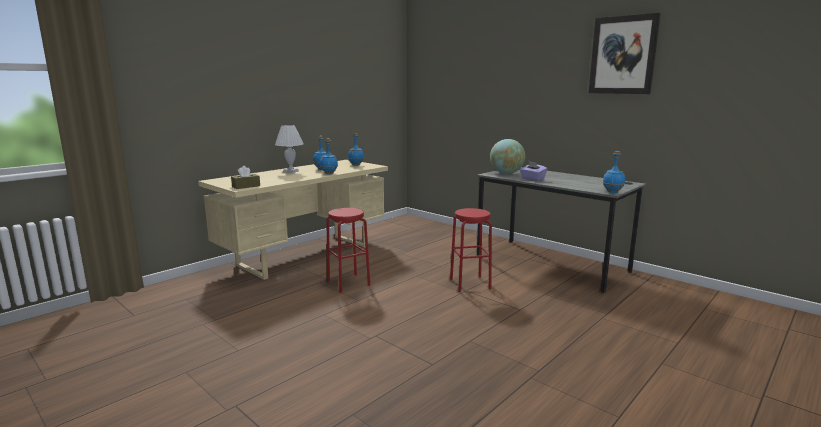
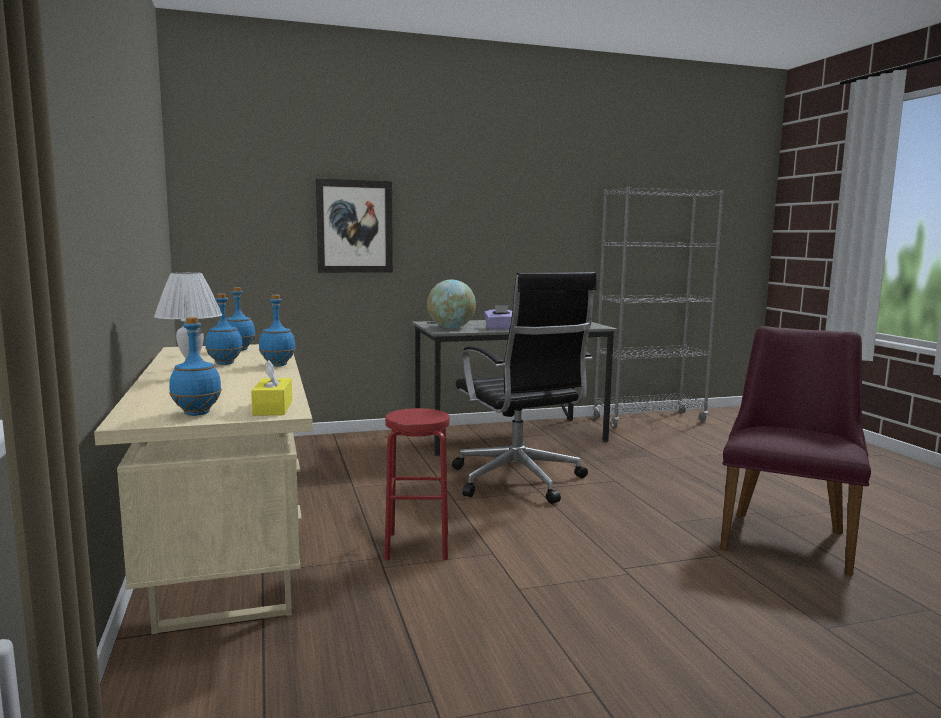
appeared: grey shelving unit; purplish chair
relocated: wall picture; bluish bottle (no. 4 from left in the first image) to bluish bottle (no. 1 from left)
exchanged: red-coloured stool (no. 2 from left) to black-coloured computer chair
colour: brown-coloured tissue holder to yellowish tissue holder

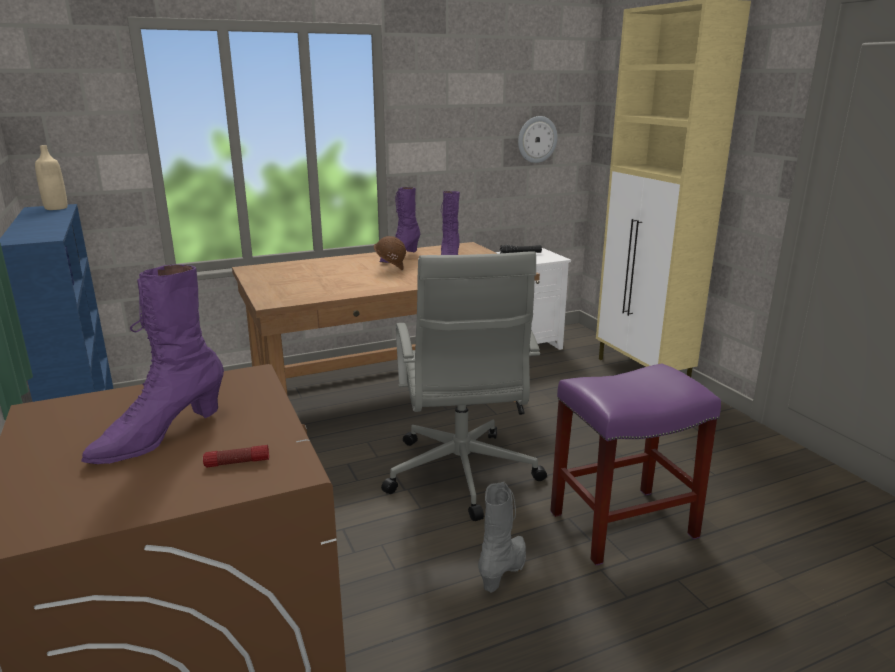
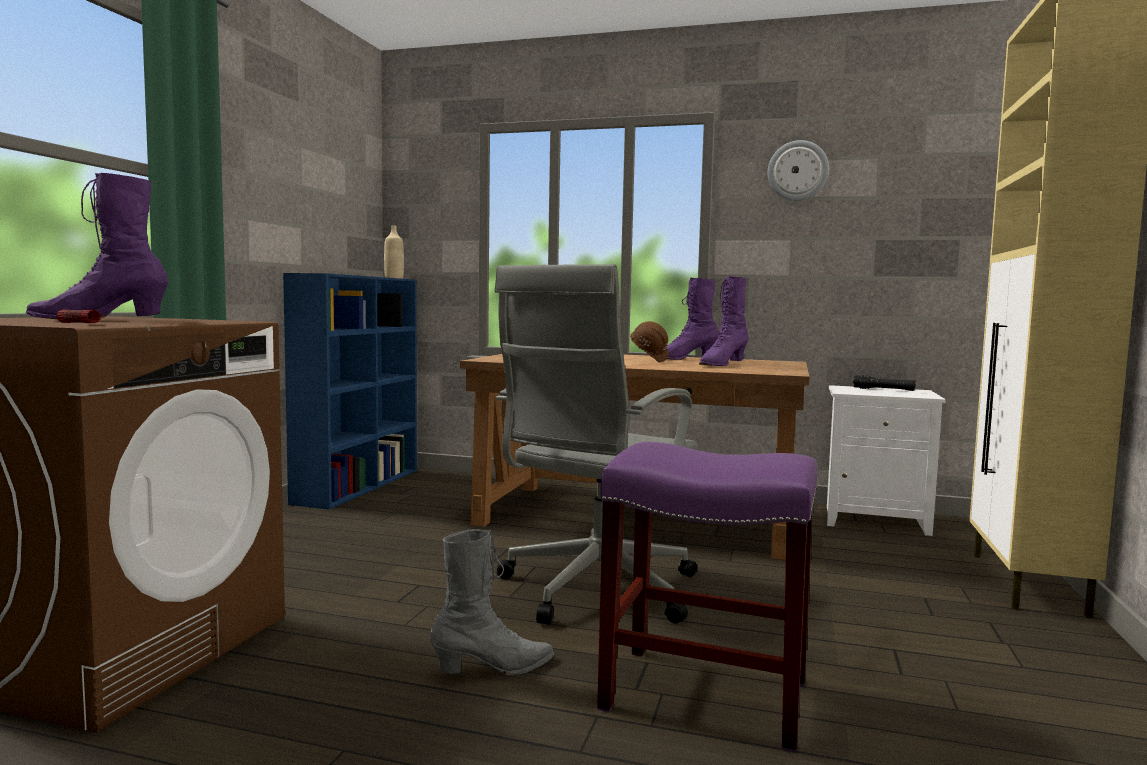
relocated: hanging clock

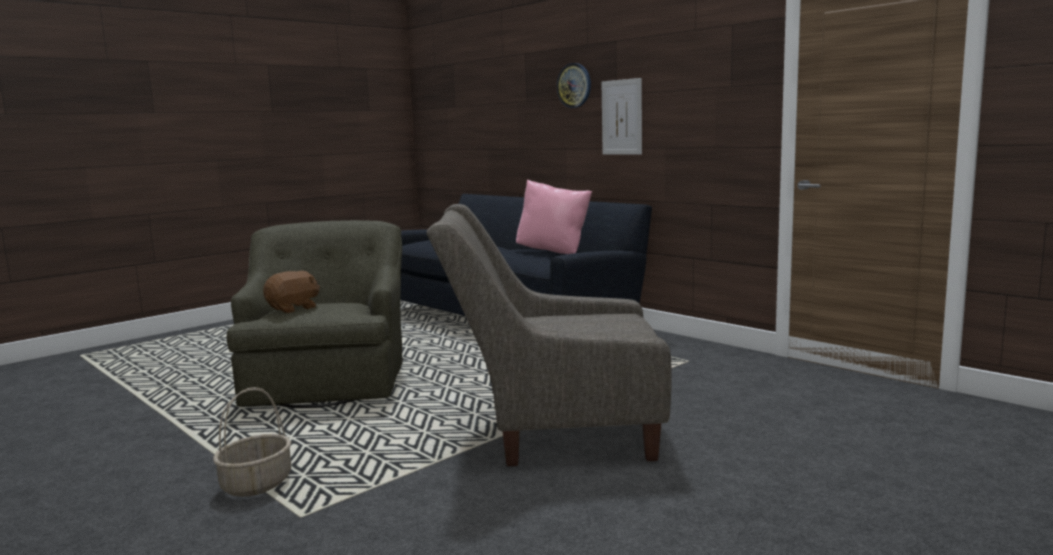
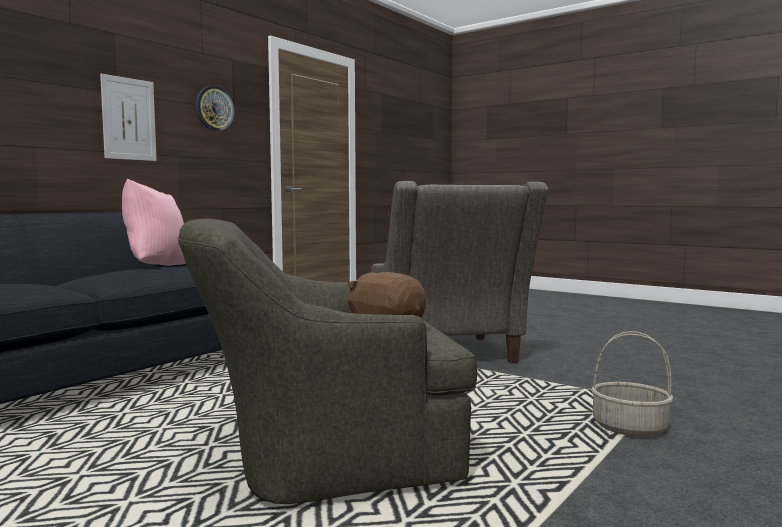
relocated: hanging clock

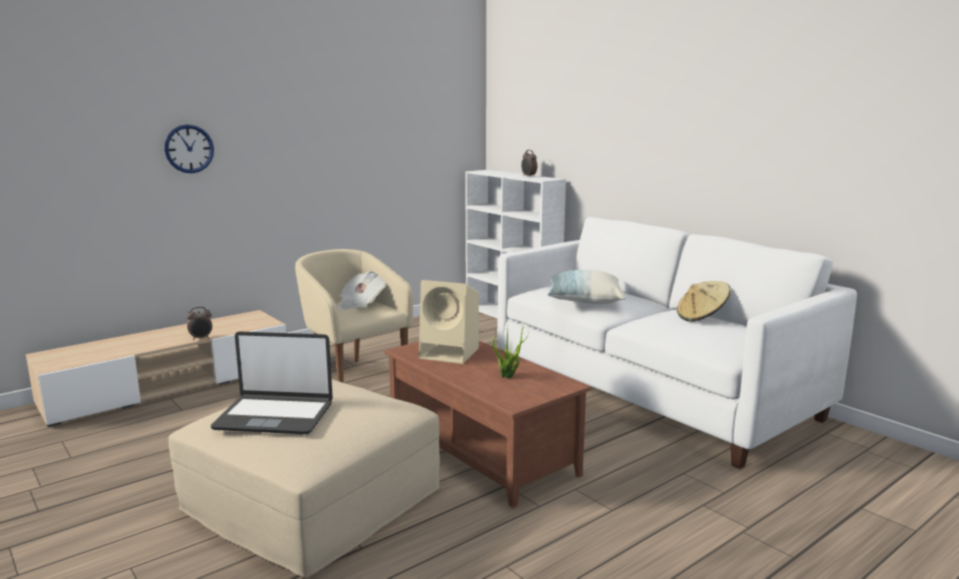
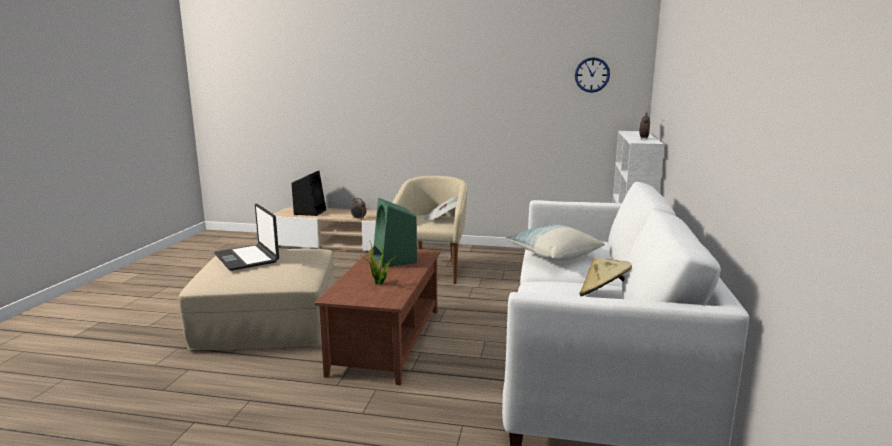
appeared: black-coloured loudspeaker
relocated: hanging clock
colour: sand-coloured loudspeaker to greenish loudspeaker

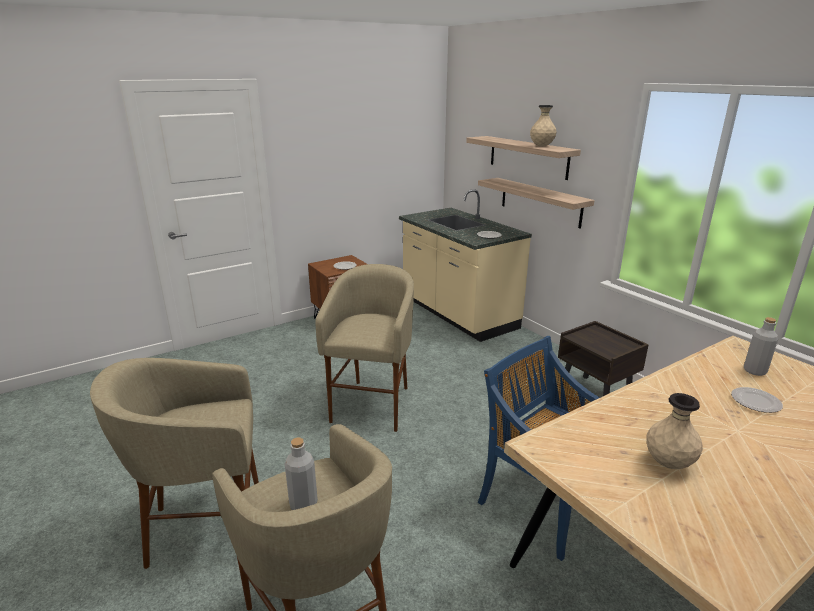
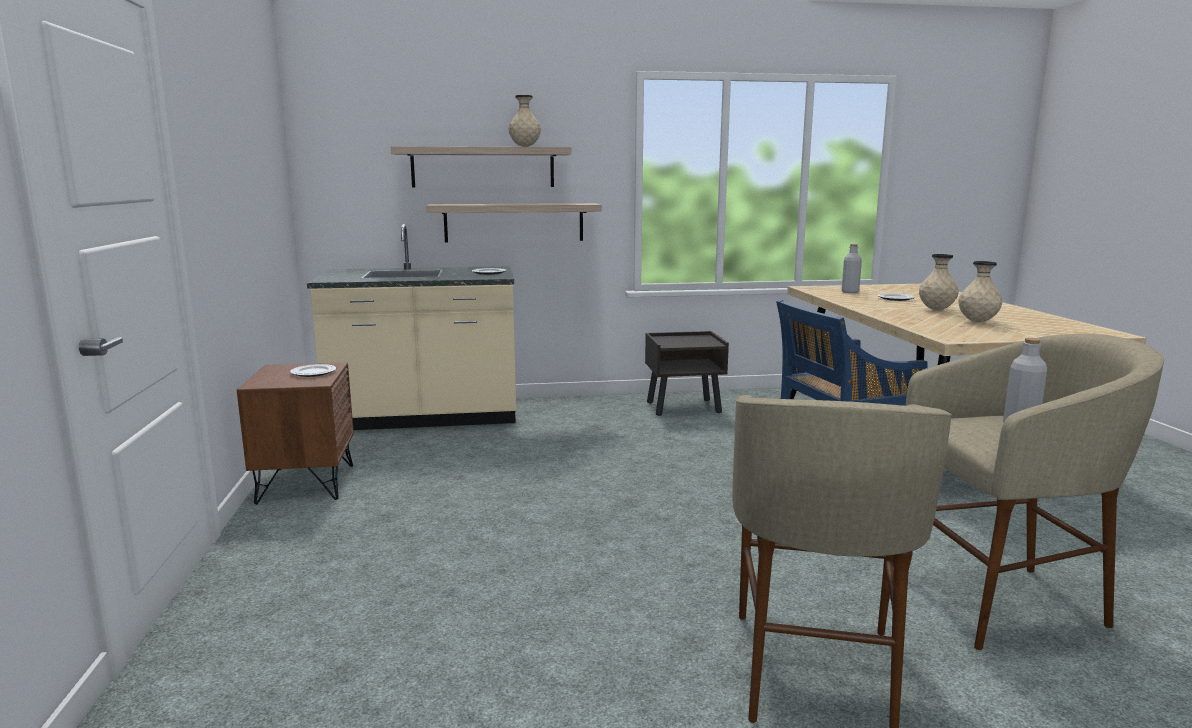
missing: sand-coloured stool (no. 3 from left)
appeared: sand-coloured decorative vase (no. 2 from left)

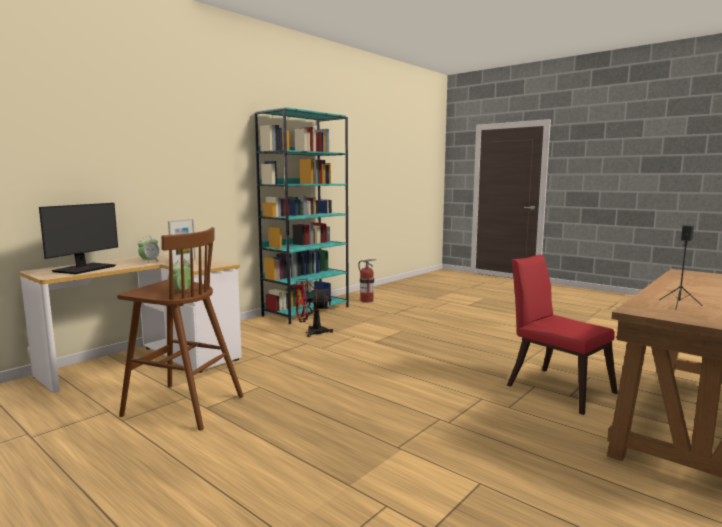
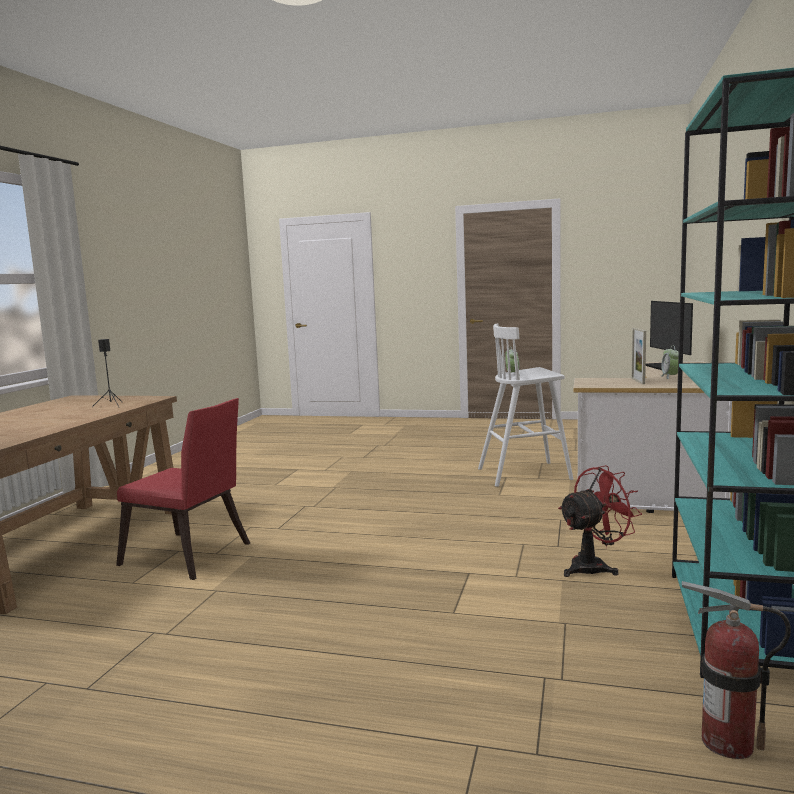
colour: brown-coloured stool to whitish stool

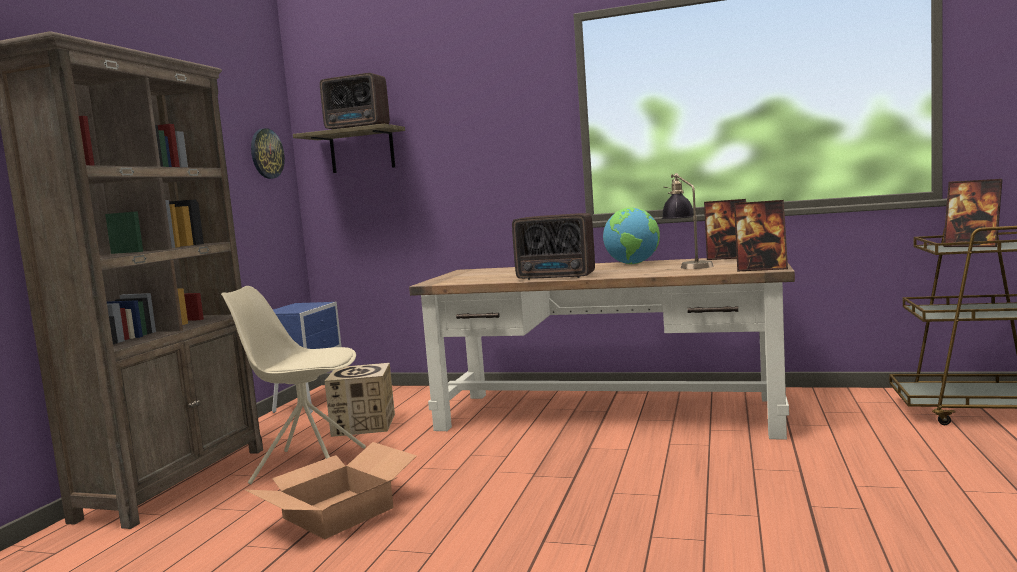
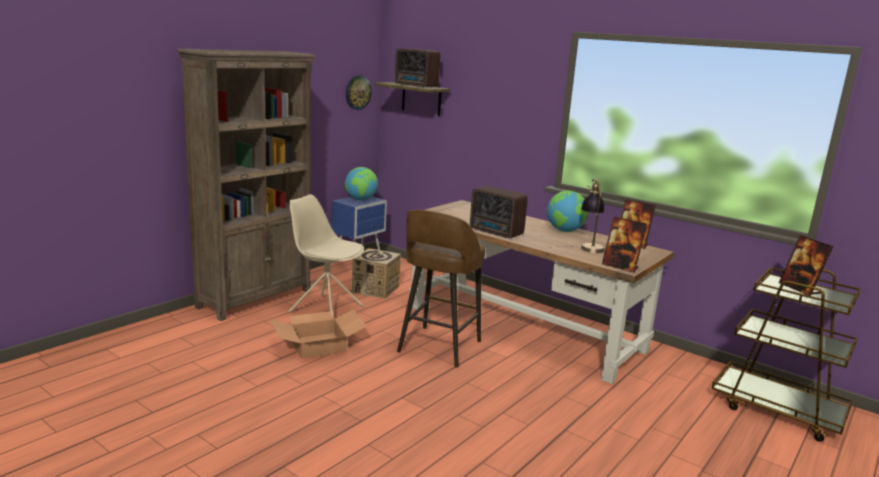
appeared: globe (no. 1 from left); brown-coloured stool

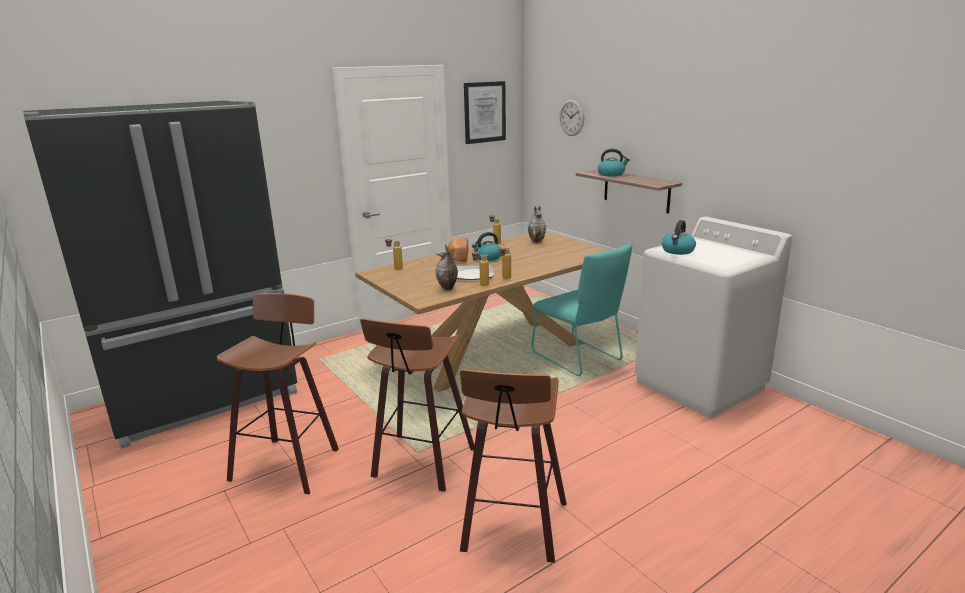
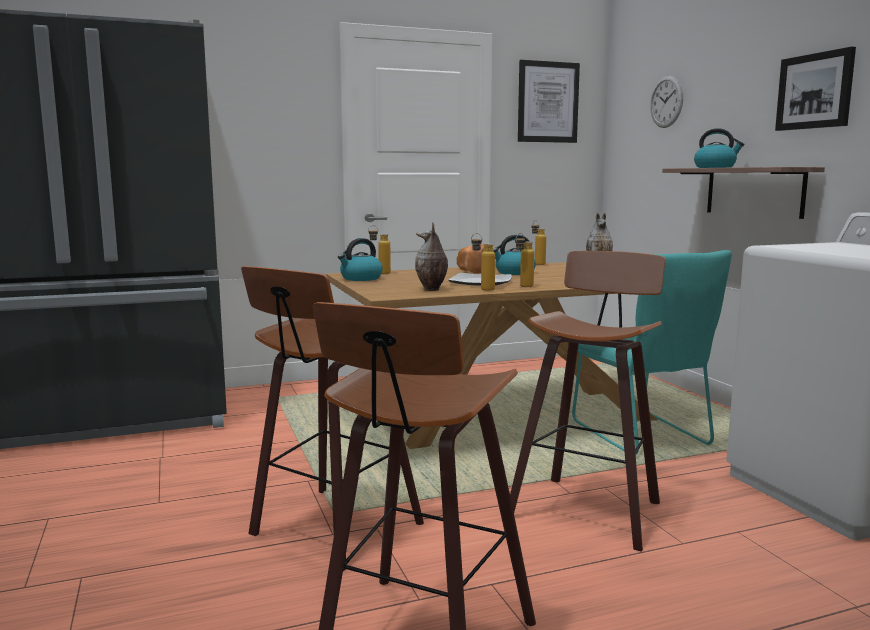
appeared: wall picture (no. 2 from left)
relocated: stool (no. 1 from left in the first image) to stool (no. 3 from left); water kettle (no. 3 from left in the first image) to water kettle (no. 1 from left)

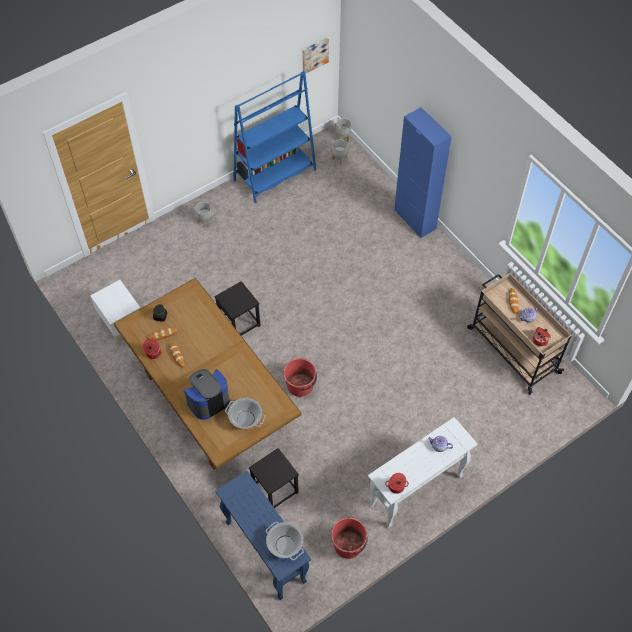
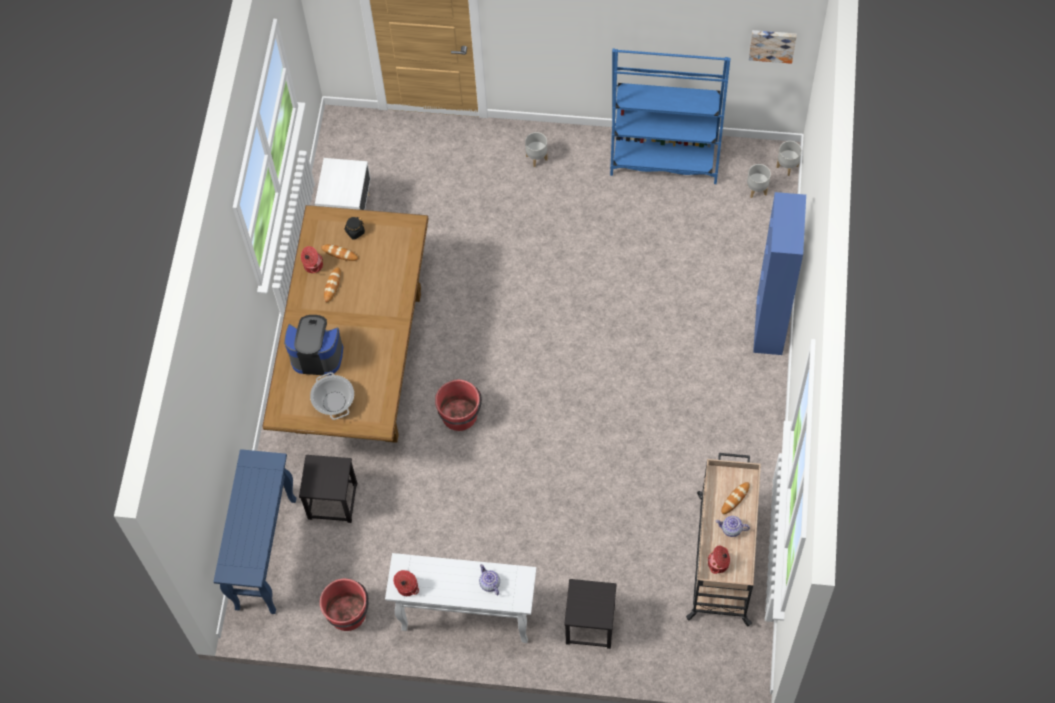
missing: saucepot (no. 3 from left)
relocated: black-coloured stool (no. 1 from left in the first image) to black-coloured stool (no. 2 from left)

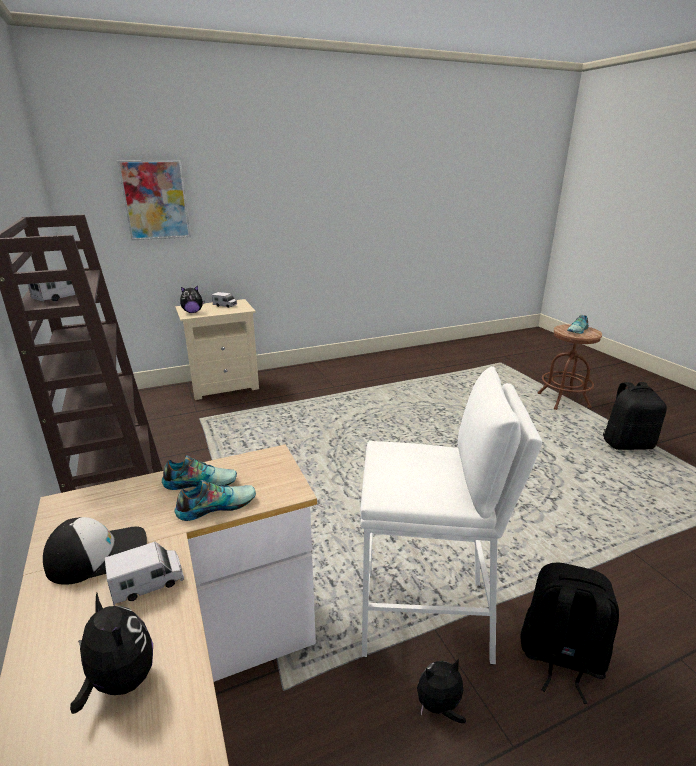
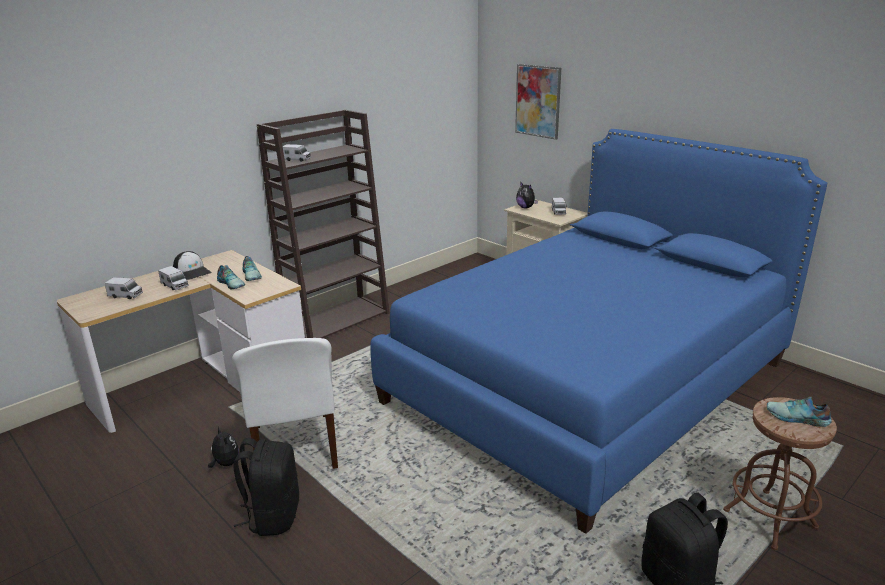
appeared: bluish bedroom bed
exchanged: soft toy (no. 1 from left) to toy truck (no. 1 from left); whitish stool to whitish chair

